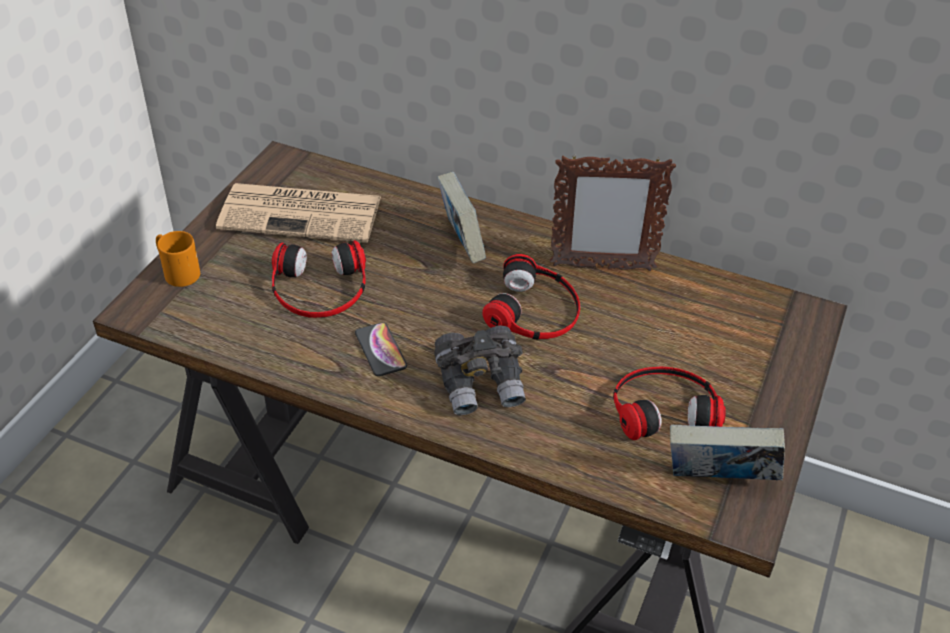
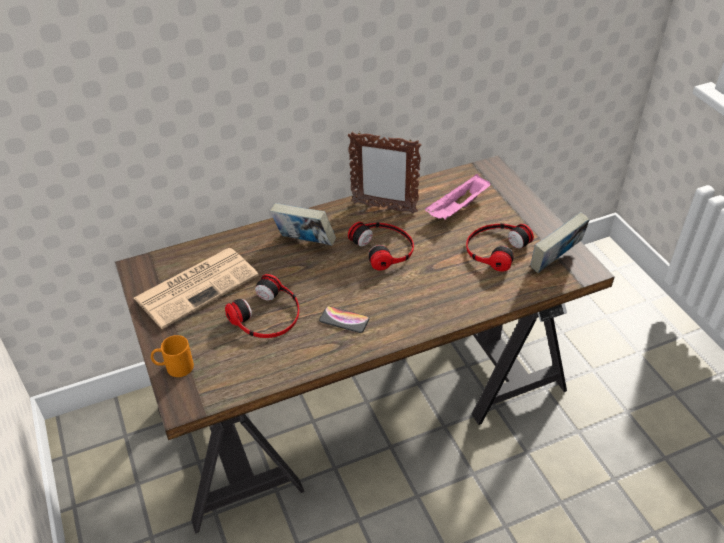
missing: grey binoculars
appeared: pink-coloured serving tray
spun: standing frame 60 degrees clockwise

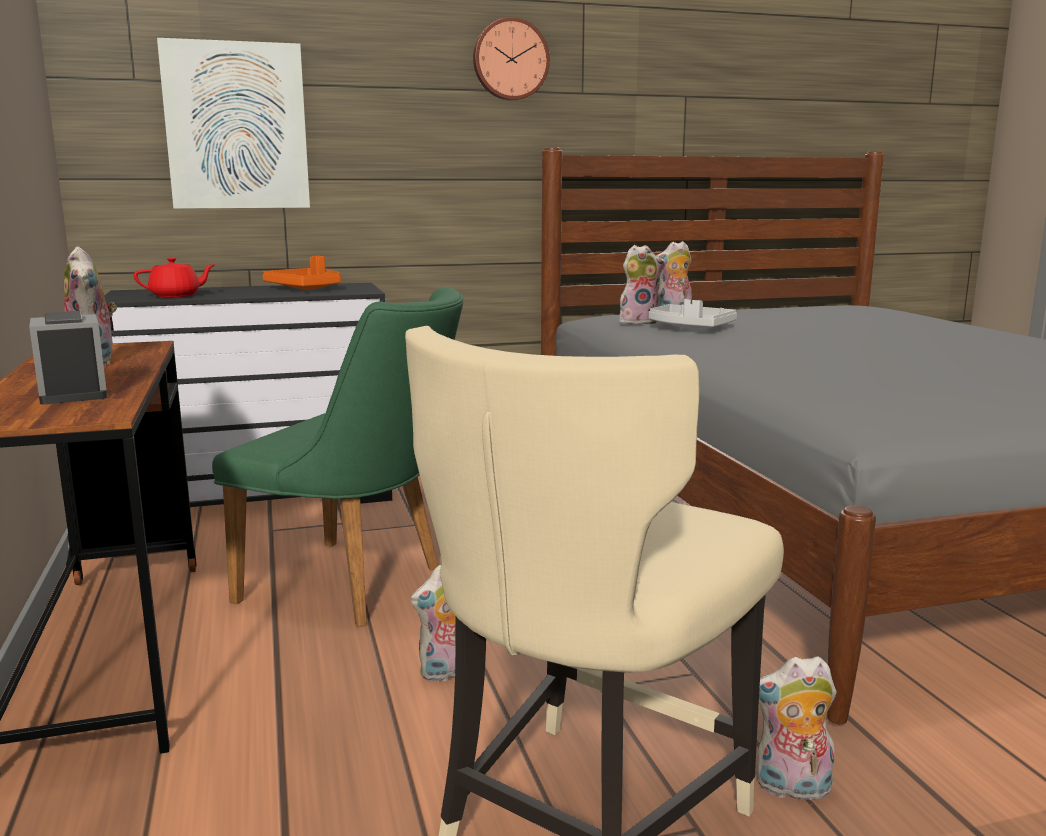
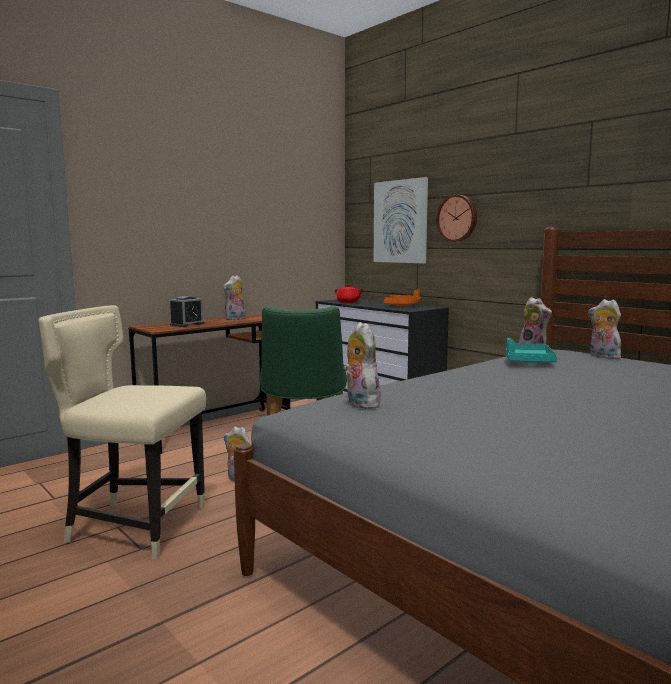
relocated: hanging clock; soft toy (no. 5 from left in the first image) to soft toy (no. 3 from left)
colour: grey serving tray to blue-green serving tray

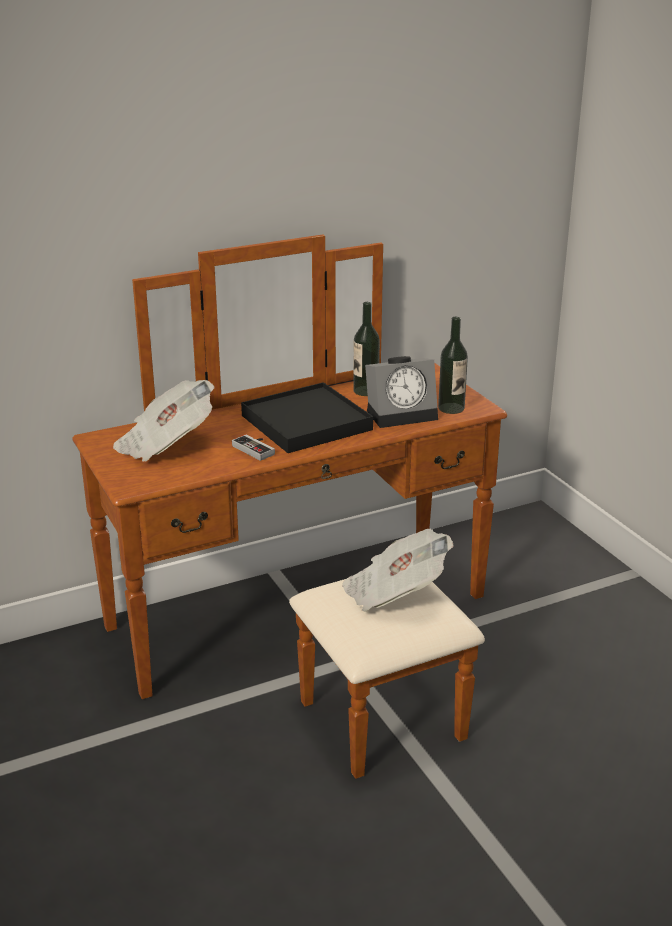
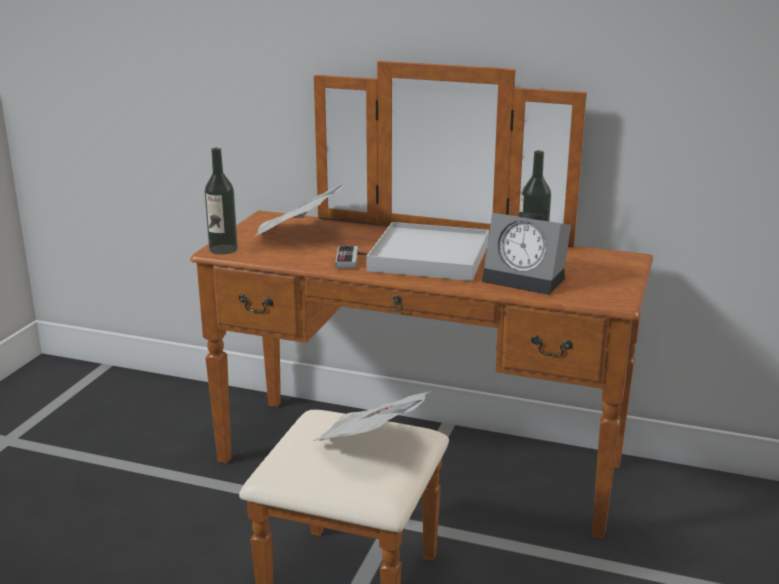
relocated: bottle (no. 2 from left in the first image) to bottle (no. 1 from left)
colour: black-coloured serving tray to whitish serving tray

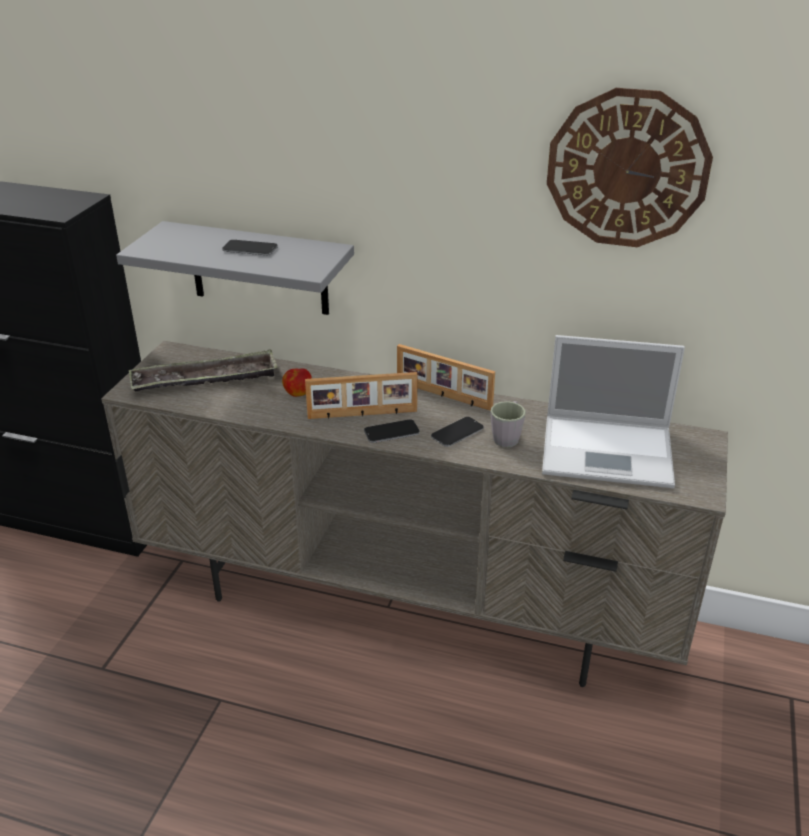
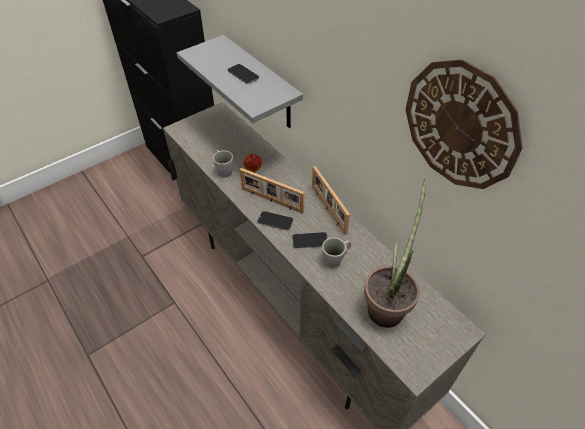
missing: serving tray
appeared: grey mug (no. 1 from left)
exchanged: portable computer to houseplant

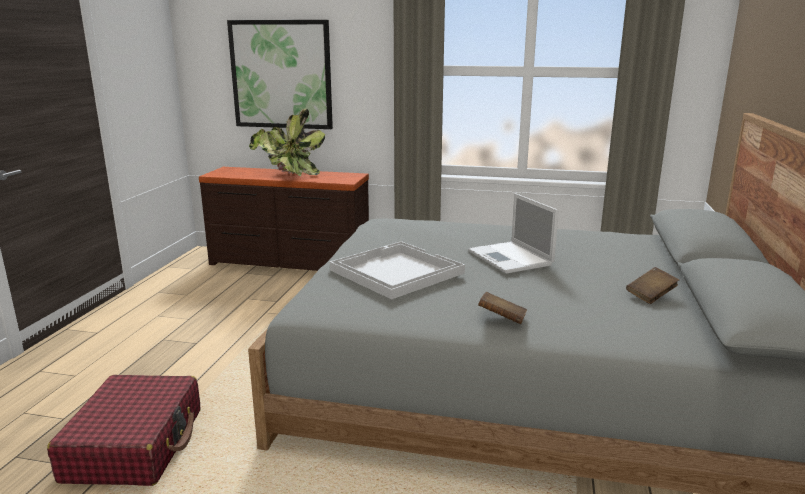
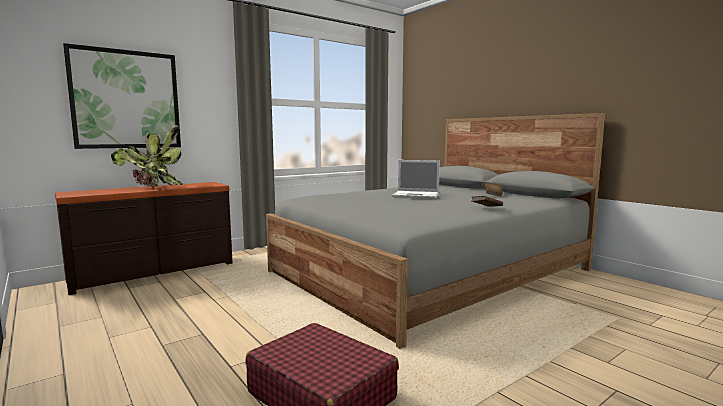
missing: whitish serving tray

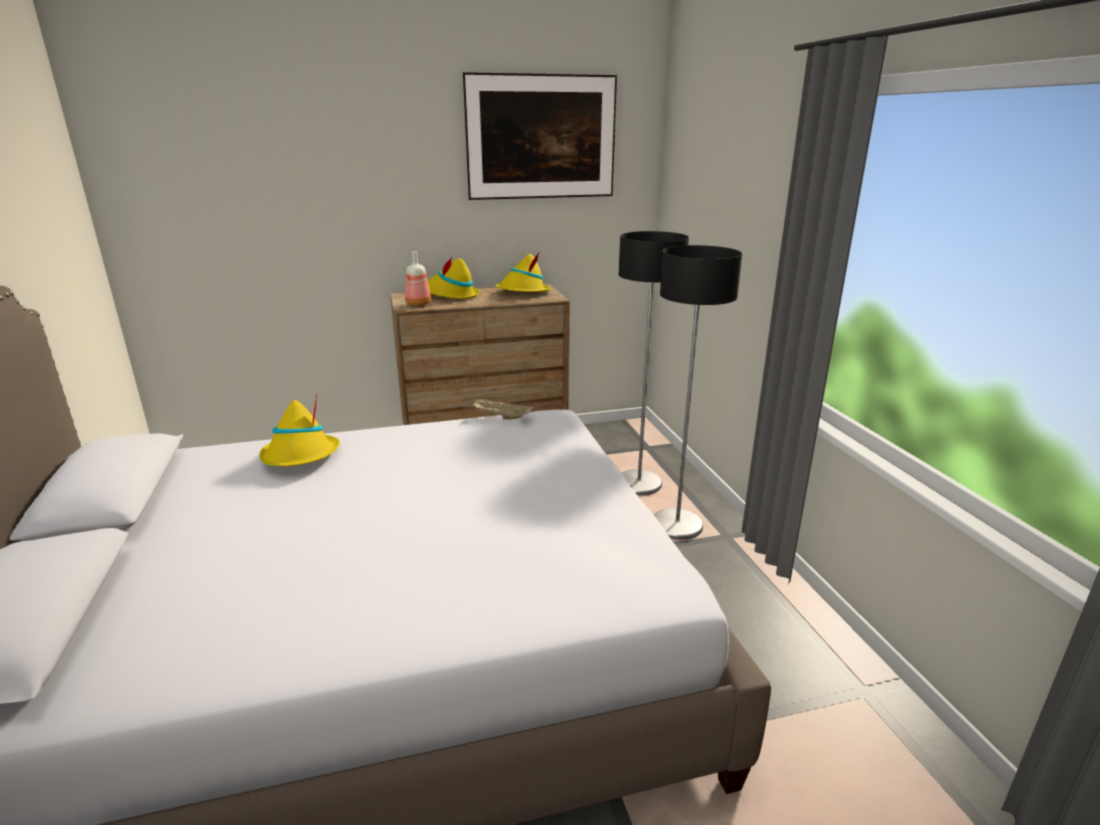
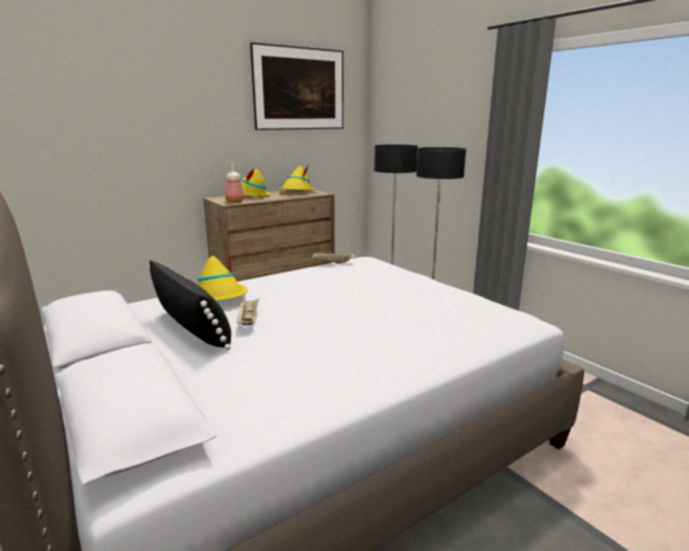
appeared: black-coloured throw pillow; sand-coloured serving tray (no. 1 from left)

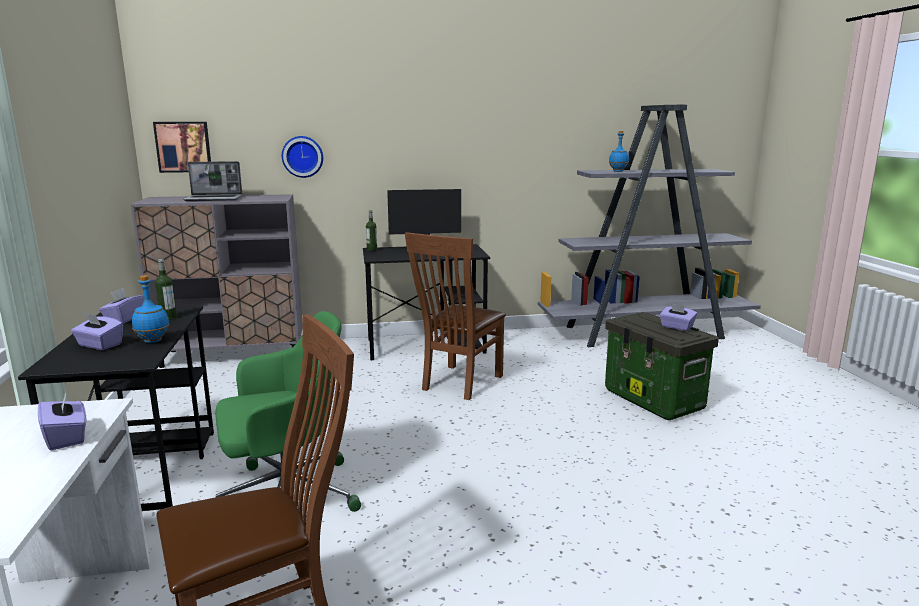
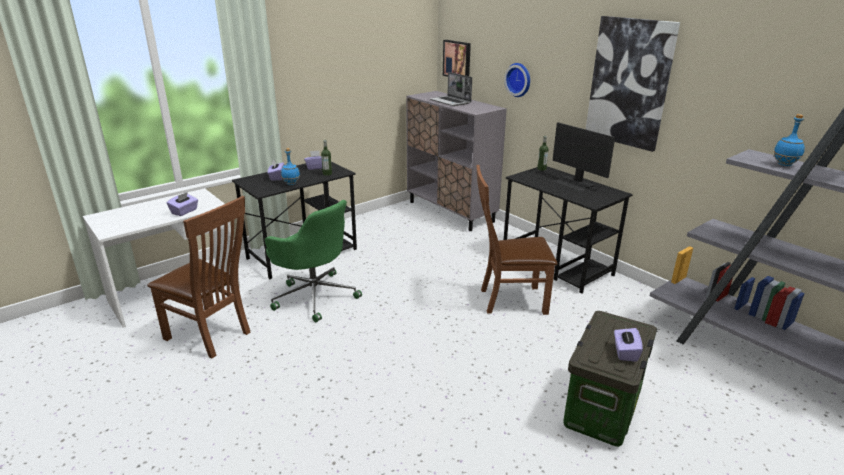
appeared: wall picture (no. 2 from left)

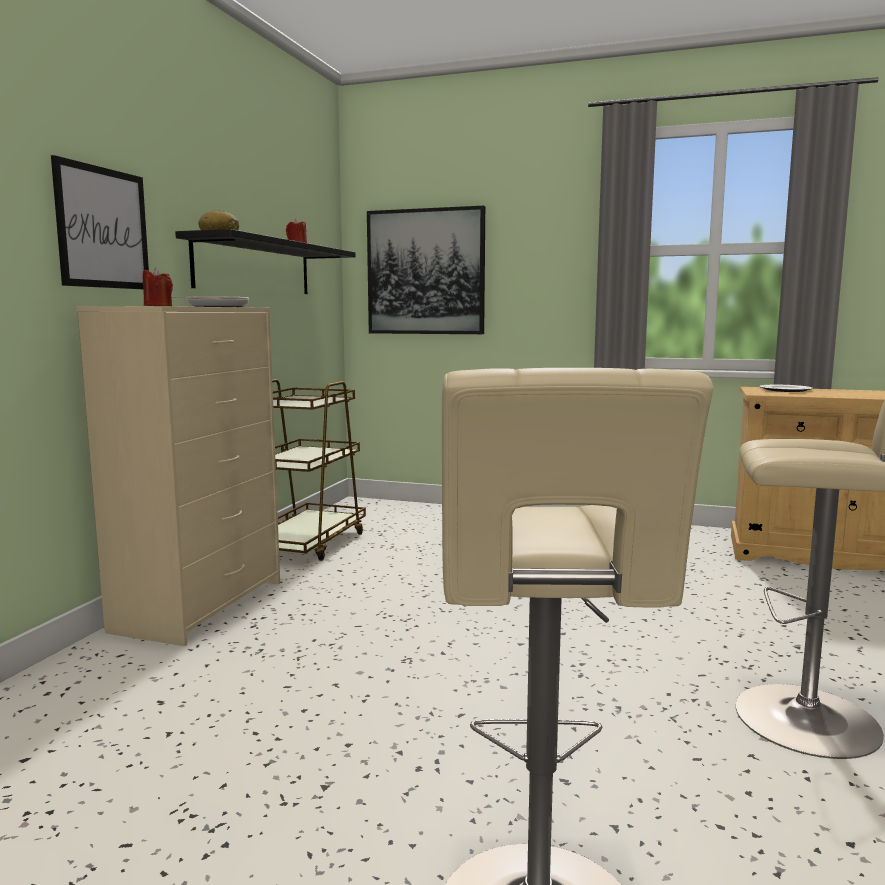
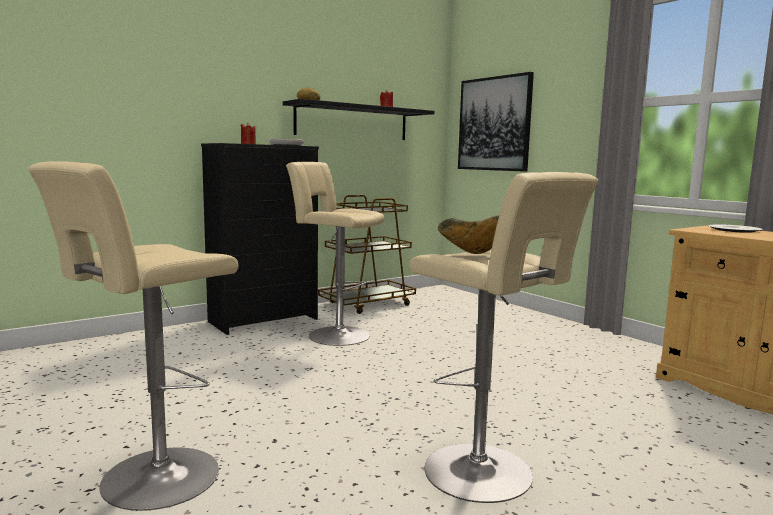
missing: wall picture (no. 1 from left)
appeared: sand-coloured stool (no. 2 from left); bowl
colour: sand-coloured drawer chest to black-coloured drawer chest

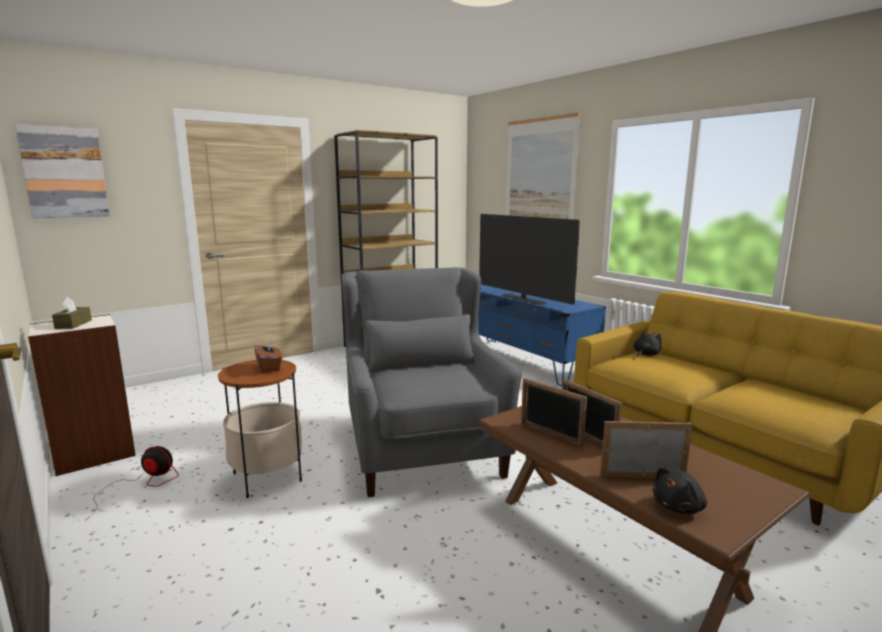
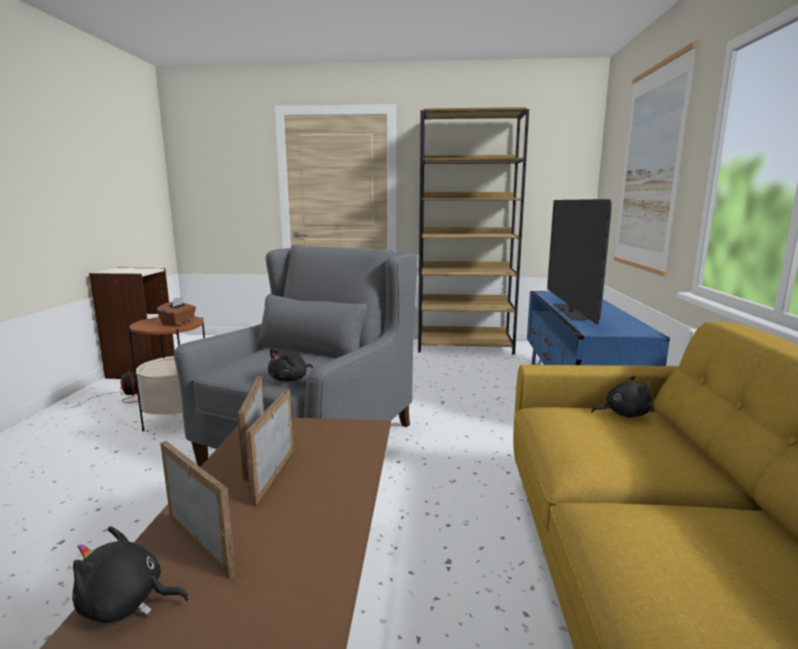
missing: wall picture (no. 1 from left); brown-coloured tissue holder (no. 1 from left)
appeared: black-coloured soft toy (no. 2 from left)

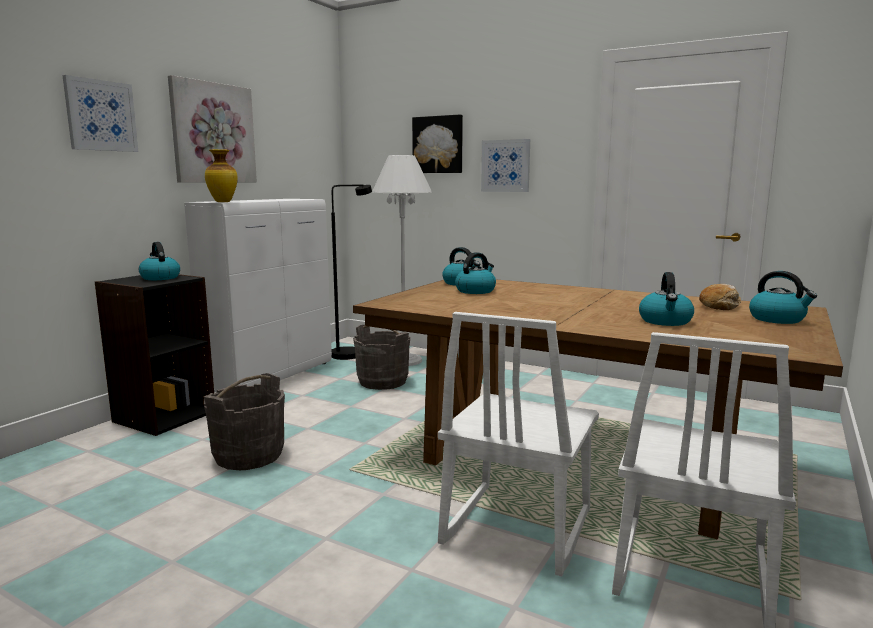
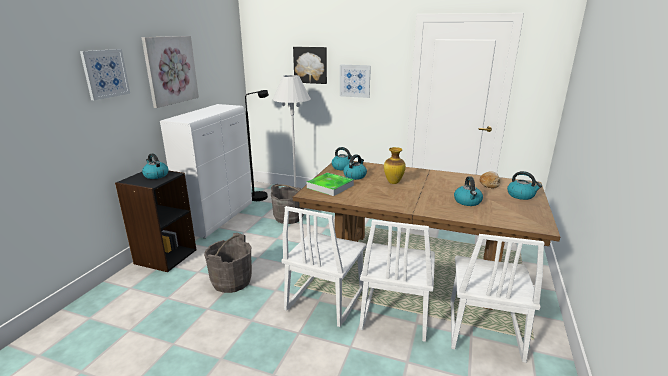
appeared: whitish chair (no. 1 from left); serving tray
relocated: decorative vase

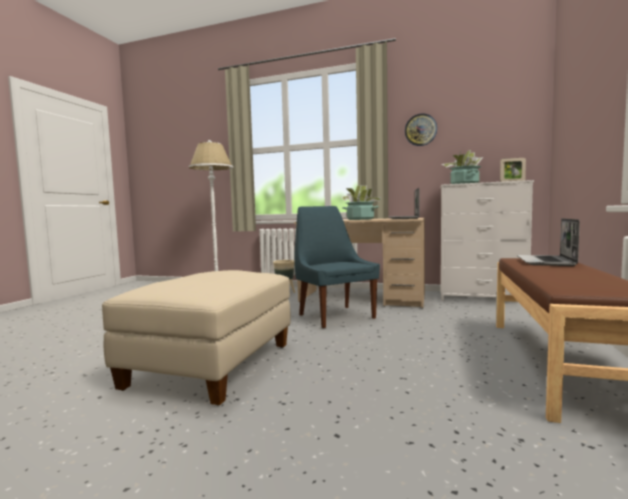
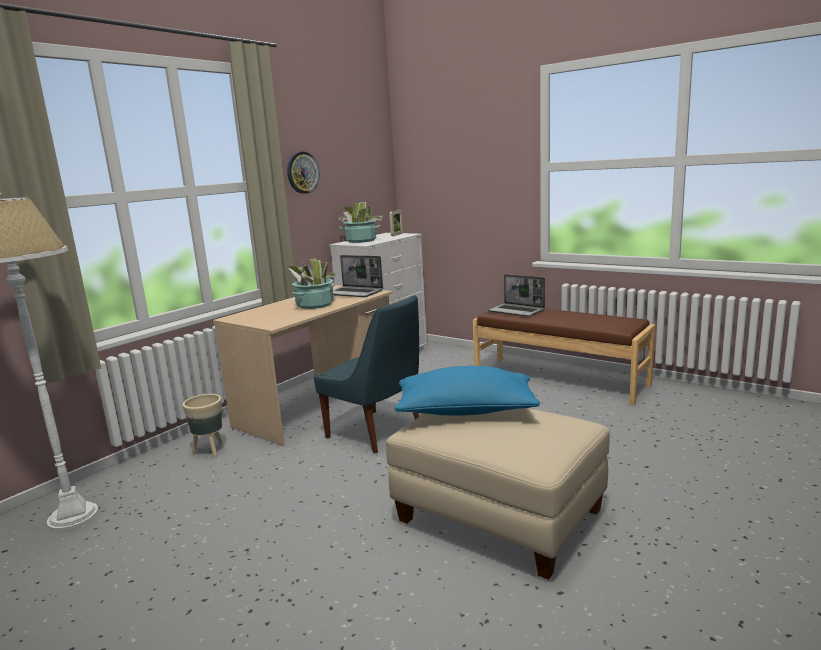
appeared: bluish throw pillow
spun: bluish chair 135 degrees counterclockwise

